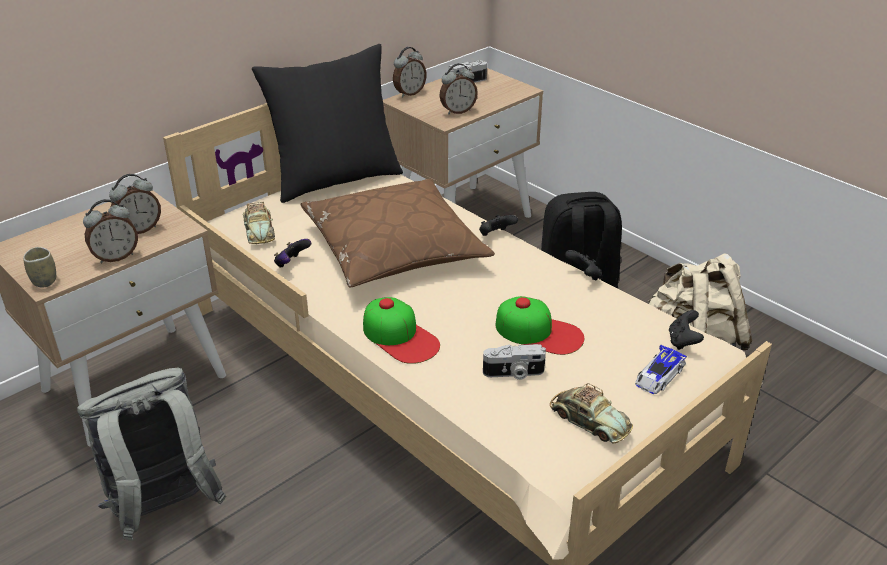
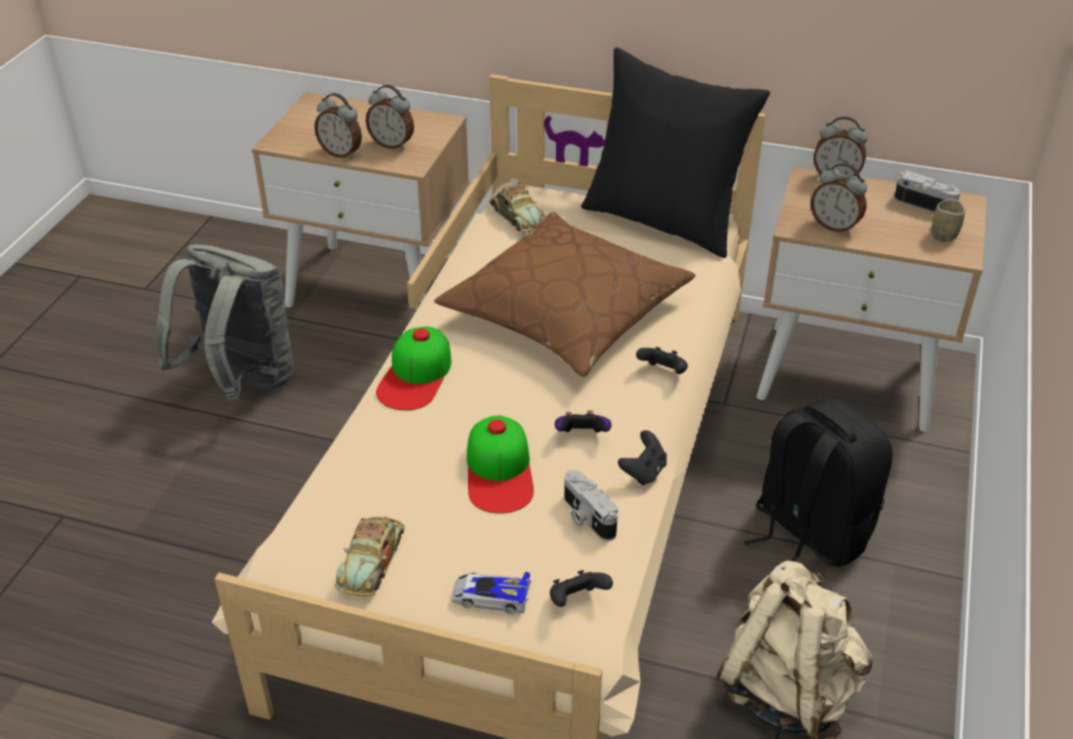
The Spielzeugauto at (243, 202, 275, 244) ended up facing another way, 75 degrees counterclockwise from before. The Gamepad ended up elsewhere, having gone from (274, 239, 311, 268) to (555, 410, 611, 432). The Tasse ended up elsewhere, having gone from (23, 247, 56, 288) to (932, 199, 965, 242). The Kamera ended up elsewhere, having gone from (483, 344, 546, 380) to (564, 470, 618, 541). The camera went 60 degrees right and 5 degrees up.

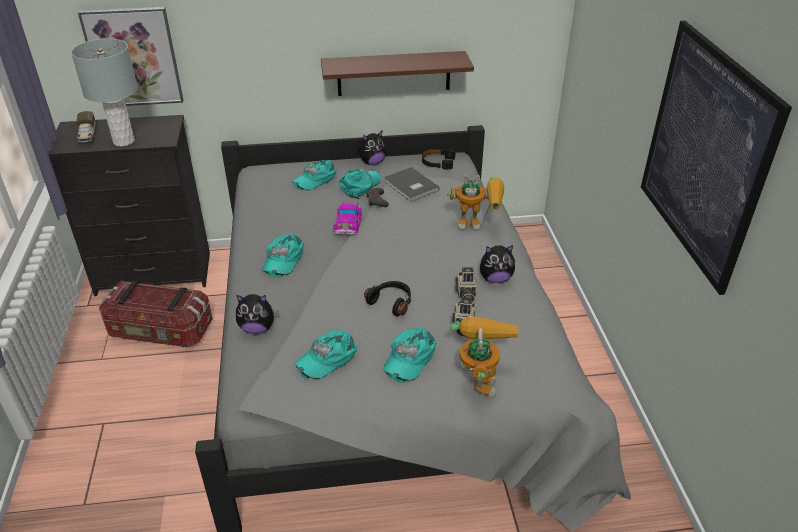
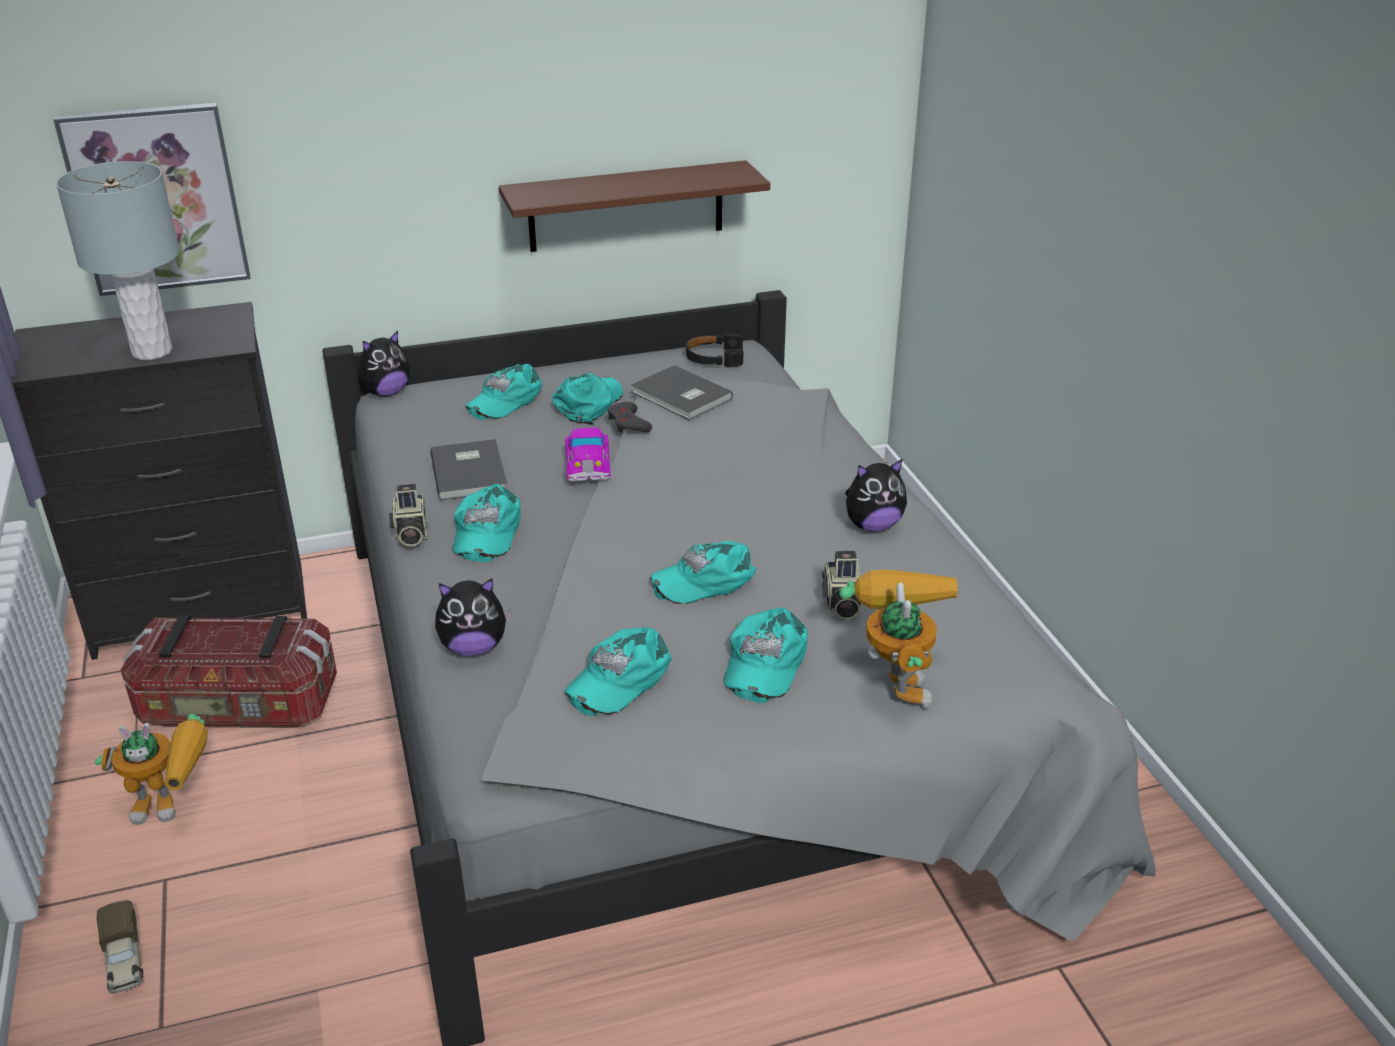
The second view lost the Bild at (641, 21, 792, 295). The Spielzeuglaster ended up elsewhere, having gone from (76, 111, 96, 143) to (96, 900, 143, 993). The Plüschtier ended up elsewhere, having gone from (358, 131, 387, 165) to (358, 331, 410, 397). The Spielzeugroboter ended up elsewhere, having gone from (447, 175, 504, 231) to (95, 714, 208, 825). The Kamera ended up elsewhere, having gone from (455, 267, 477, 303) to (389, 484, 427, 547). Where the Kopfhörer/schwarz stood at (364, 281, 411, 317), the Kappe/türkis came to stand at (650, 541, 756, 604). The second view gained the Buch/grau at (430, 439, 507, 500). The camera went 10 degrees left and 5 degrees down.

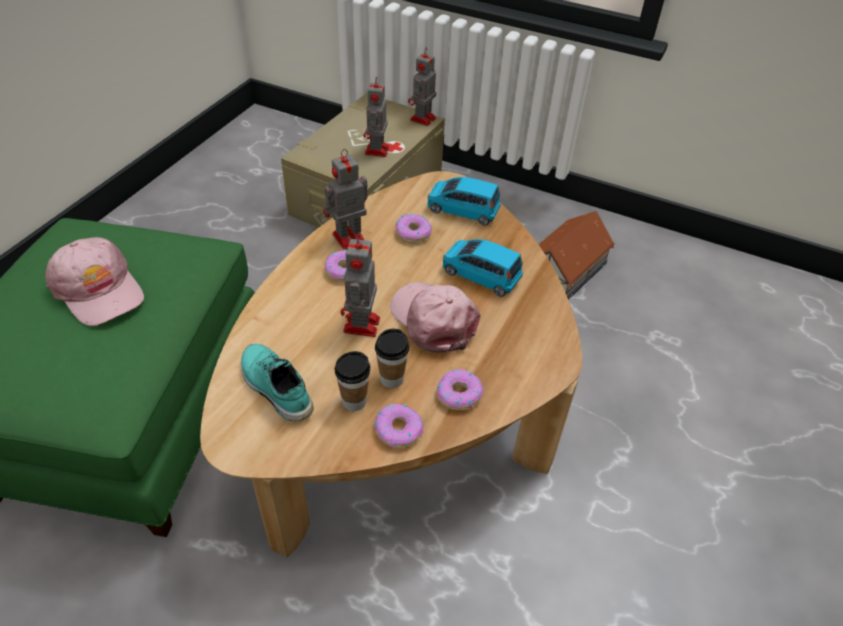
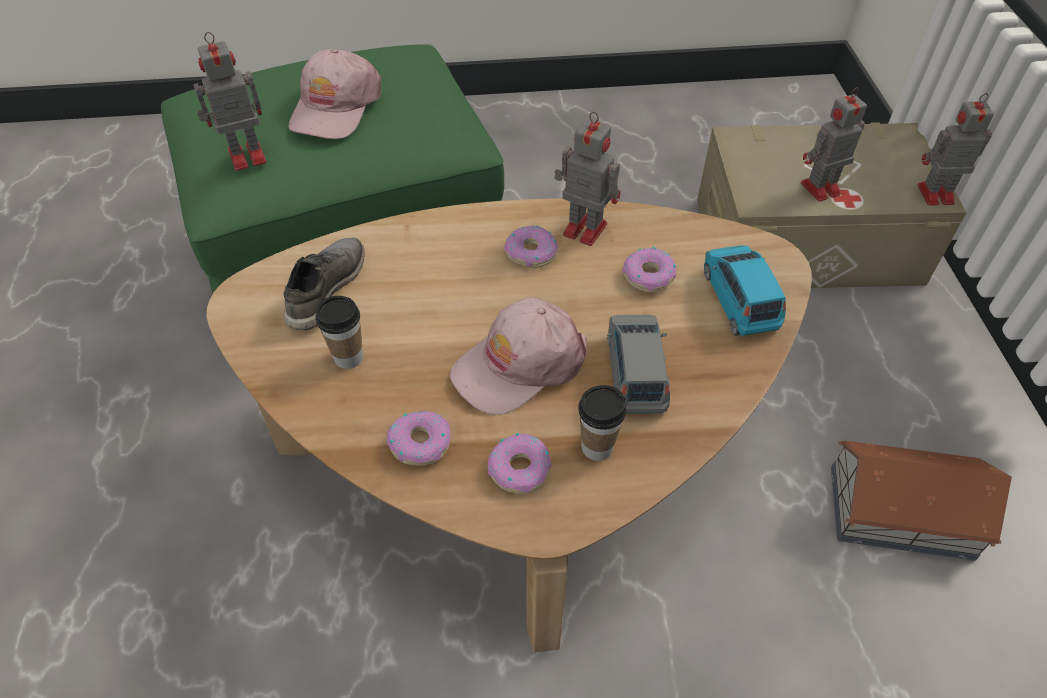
The Spielzeugroboter ended up elsewhere, having gone from (340, 234, 380, 337) to (193, 32, 267, 171). What was the Spielzeugauto/blau at (443, 239, 523, 297) turned into the Spielzeugauto/grau at (607, 314, 670, 414). The Kappe/rosa at (390, 282, 480, 353) ended up facing another way, 150 degrees counterclockwise from before. The Tasse ended up elsewhere, having gone from (375, 329, 409, 388) to (578, 385, 627, 461). What was the Schuh/türkis at (241, 344, 314, 421) turned into the Schuh/grau at (284, 237, 365, 330). The Donut ended up elsewhere, having gone from (374, 404, 424, 448) to (488, 433, 552, 494). The camera went 60 degrees right and 5 degrees up.

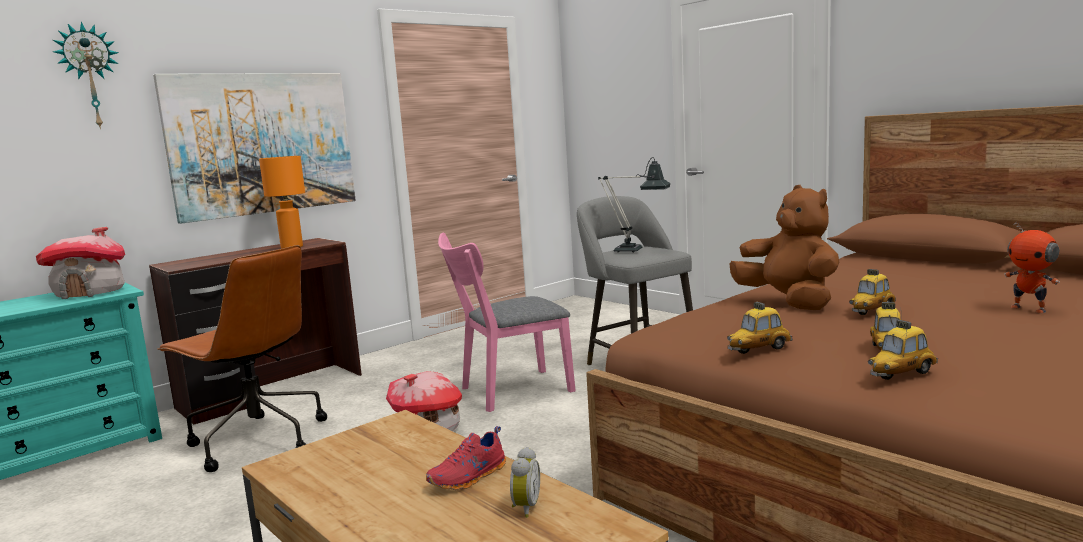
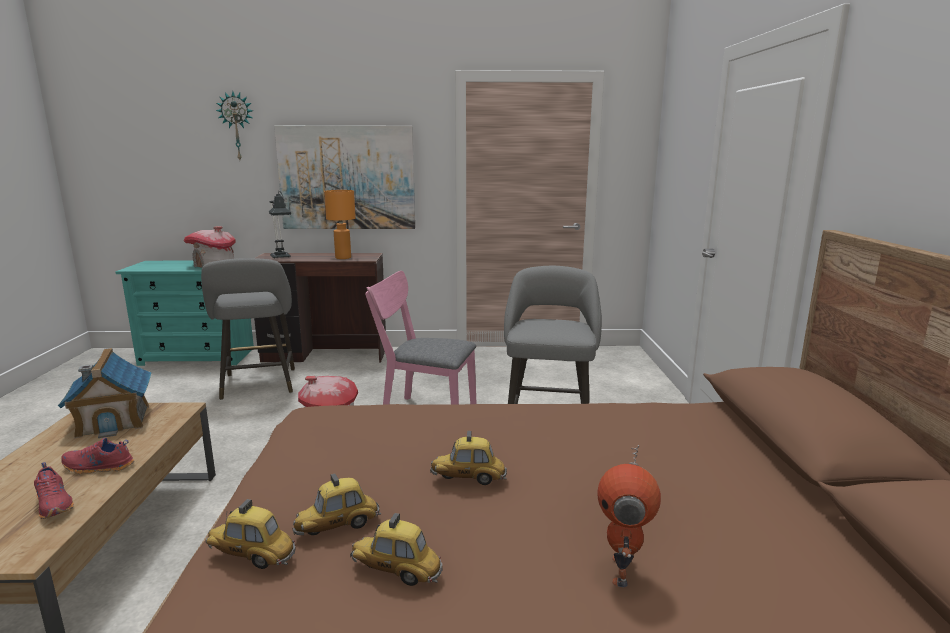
The Tischlampe ended up elsewhere, having gone from (598, 157, 671, 253) to (269, 191, 291, 259). The second view lost the Plüschtier/braun at (730, 185, 839, 310). Where the Bürostuhl/braun stood at (157, 245, 327, 472), the Hocker/grau came to stand at (201, 258, 295, 400). The Spielzeugauto ended up elsewhere, having gone from (727, 302, 793, 354) to (350, 513, 443, 586). Where the Wecker stood at (510, 447, 540, 518), the Schuh/rot came to stand at (34, 462, 74, 519). The second view gained the Spielzeughaus at (58, 348, 152, 438). The camera went 40 degrees right and 5 degrees up.

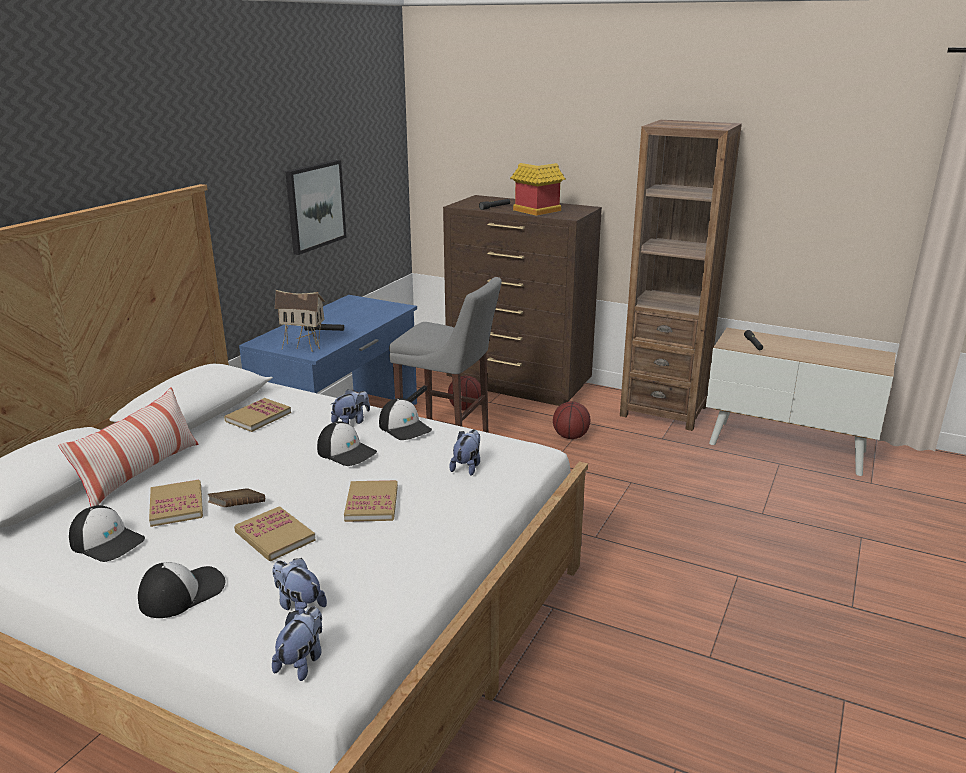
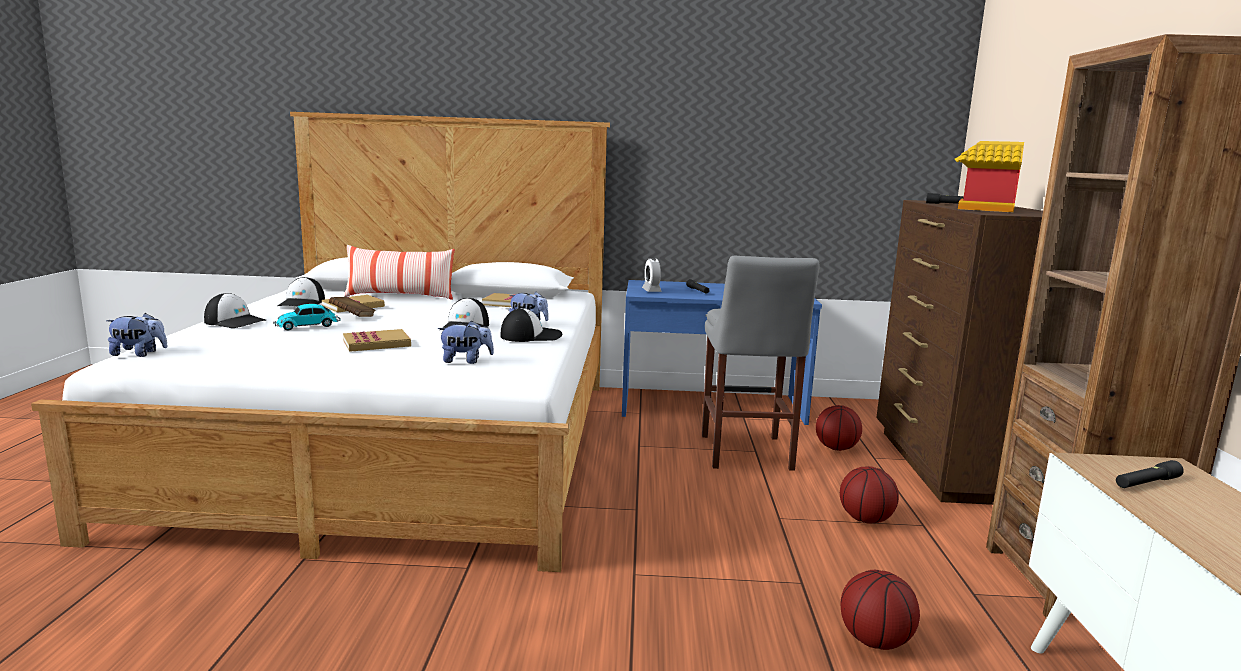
The second view lost the Bild at (285, 160, 347, 255). Where the Spielzeughaus stood at (275, 290, 325, 352), the Wecker came to stand at (642, 258, 662, 292). The Kappe at (379, 398, 432, 440) ended up facing another way, 135 degrees counterclockwise from before. Where the Buch stood at (234, 506, 316, 562), the Spielzeugauto came to stand at (273, 304, 341, 330). The second view lost the Plüschtier at (272, 558, 327, 614). The second view gained the Basketball at (840, 570, 920, 650). The camera went 65 degrees right and 10 degrees down.

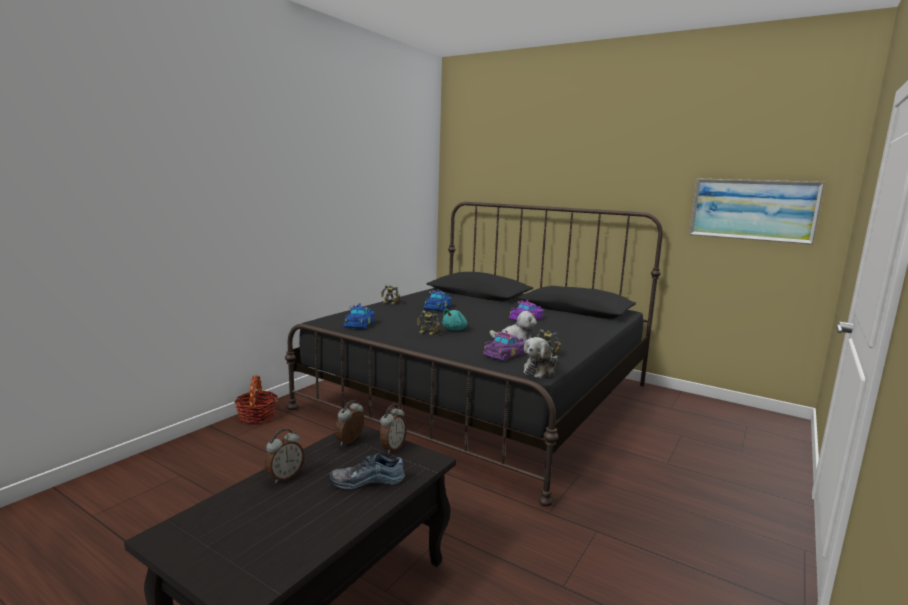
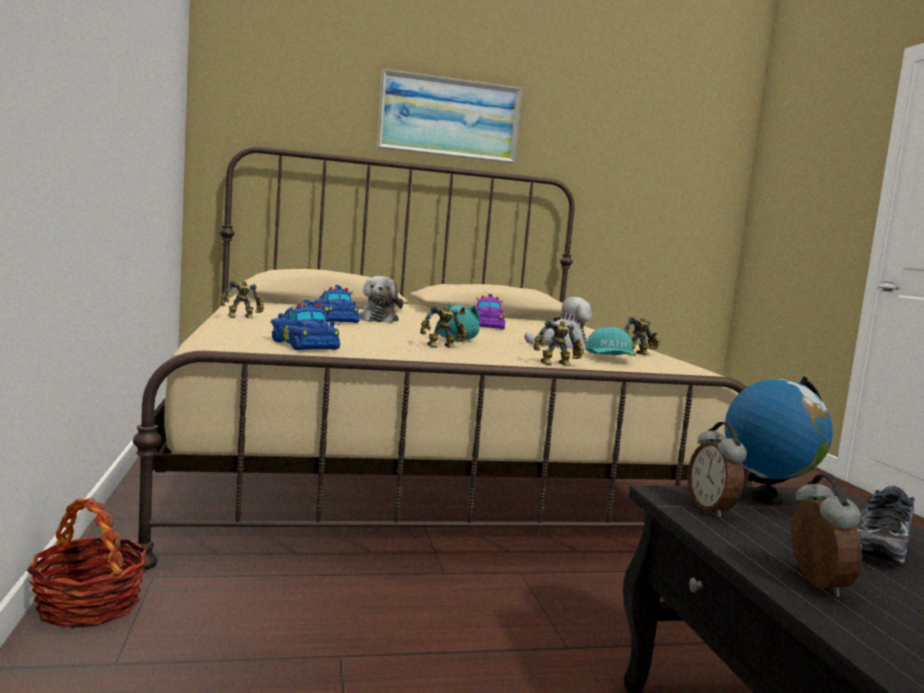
The Bild ended up elsewhere, having gone from (689, 178, 825, 245) to (377, 69, 522, 164). What was the Bett/schwarz at (285, 202, 663, 506) turned into the Bett/beige at (131, 147, 752, 570). Where the Spielzeugauto/lila stood at (483, 330, 525, 362), the Kappe/türkis came to stand at (585, 327, 634, 356). The Plüschtier ended up elsewhere, having gone from (523, 337, 558, 379) to (359, 276, 403, 323). Where the Wecker stood at (380, 405, 407, 453), the Globus came to stand at (725, 376, 833, 505). The second view gained the Spielzeugroboter at (533, 320, 584, 366). The camera went 45 degrees left and 5 degrees down.

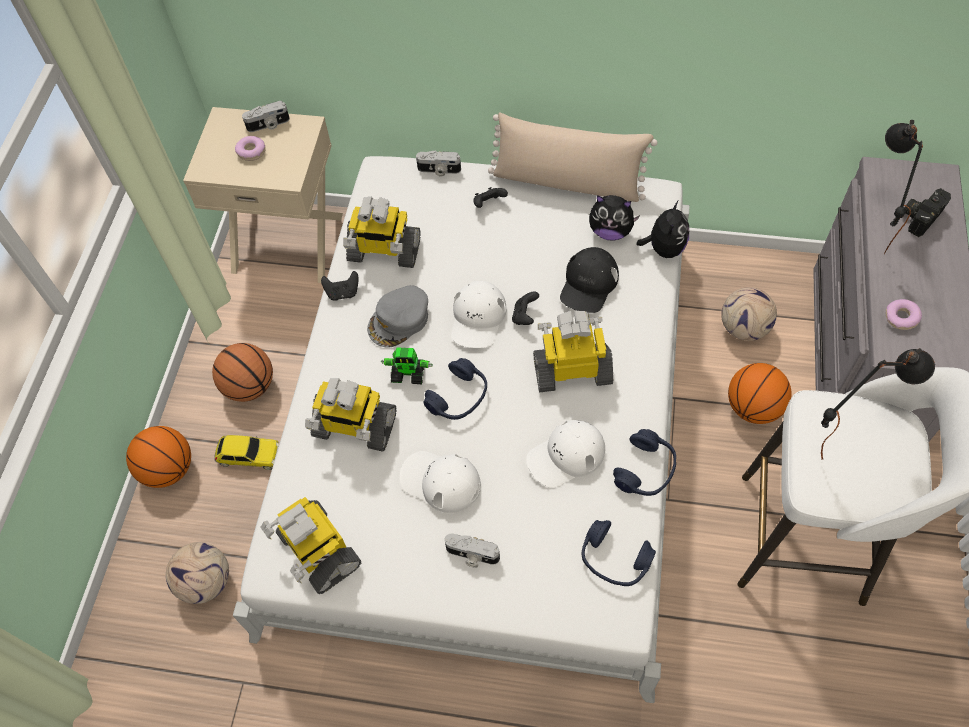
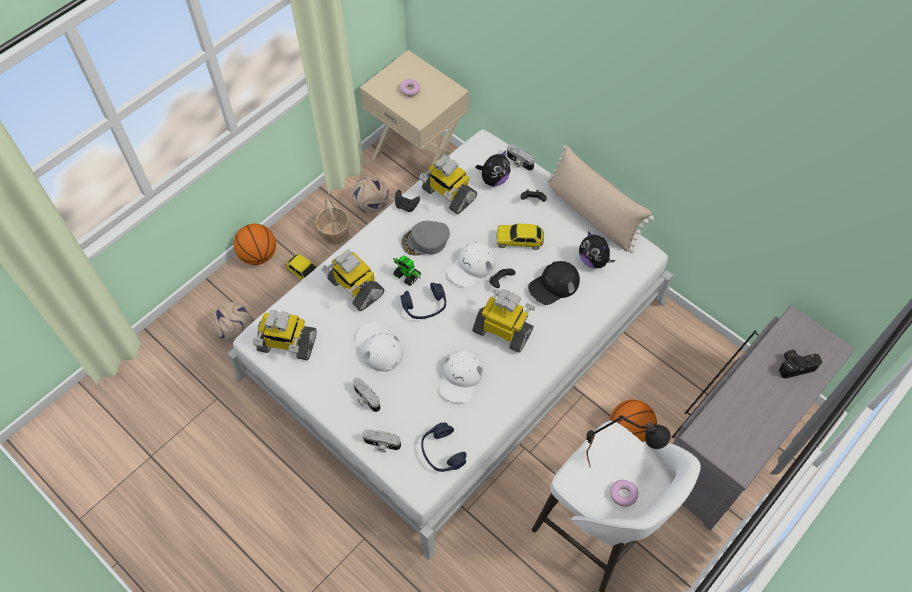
The Kamera ended up elsewhere, having gone from (242, 101, 290, 132) to (362, 429, 401, 452). The second view lost the Tischlampe/schwarz at (884, 120, 923, 254). The Plüschtier ended up elsewhere, having gone from (637, 200, 689, 258) to (476, 151, 511, 187). The Fußball ended up elsewhere, having gone from (721, 287, 777, 341) to (352, 176, 389, 213). The Donut ended up elsewhere, having gone from (886, 299, 922, 330) to (610, 480, 639, 507). Where the Basketball stood at (212, 343, 273, 402), the Korb came to stand at (316, 198, 350, 245). The Kappe/weiß at (527, 420, 605, 488) ended up facing another way, 75 degrees counterclockwise from before. The second view lost the Kopfhörer/blau at (613, 429, 676, 496). The Spielzeugroboter at (260, 497, 361, 594) ended up facing another way, 75 degrees counterclockwise from before. The second view gained the Spielzeugauto at (496, 223, 544, 250). The camera went 30 degrees right and 0 degrees up.

